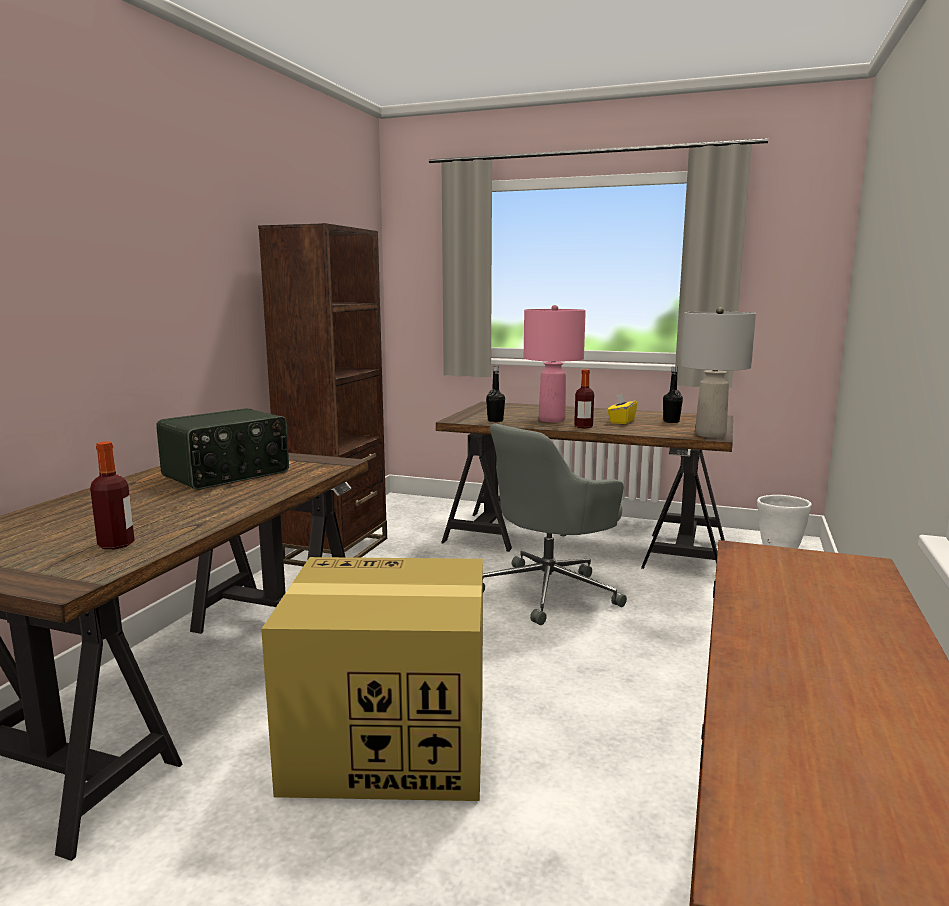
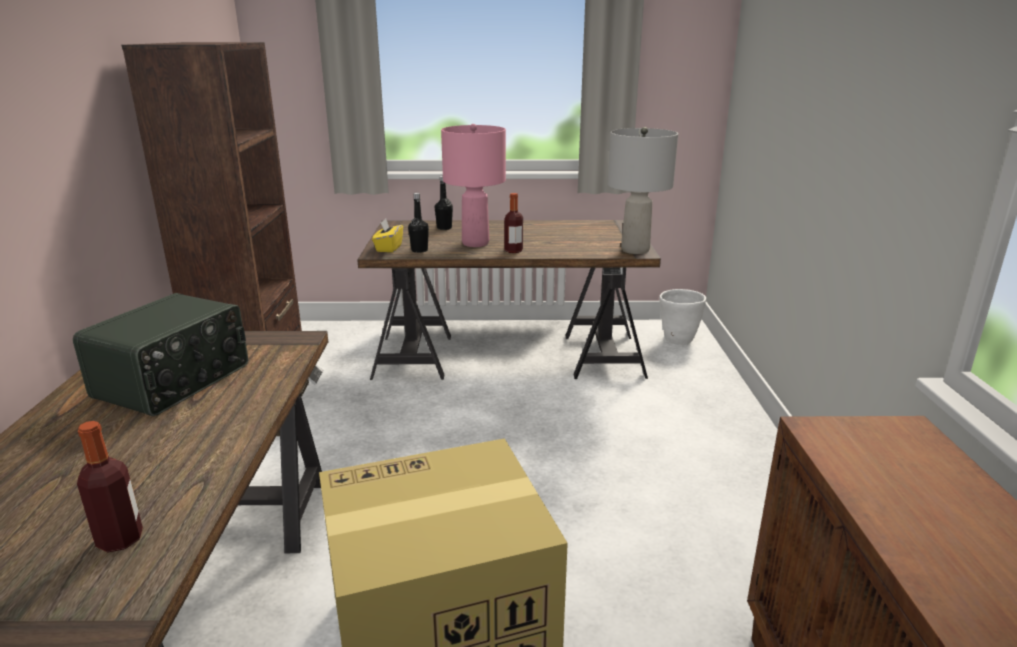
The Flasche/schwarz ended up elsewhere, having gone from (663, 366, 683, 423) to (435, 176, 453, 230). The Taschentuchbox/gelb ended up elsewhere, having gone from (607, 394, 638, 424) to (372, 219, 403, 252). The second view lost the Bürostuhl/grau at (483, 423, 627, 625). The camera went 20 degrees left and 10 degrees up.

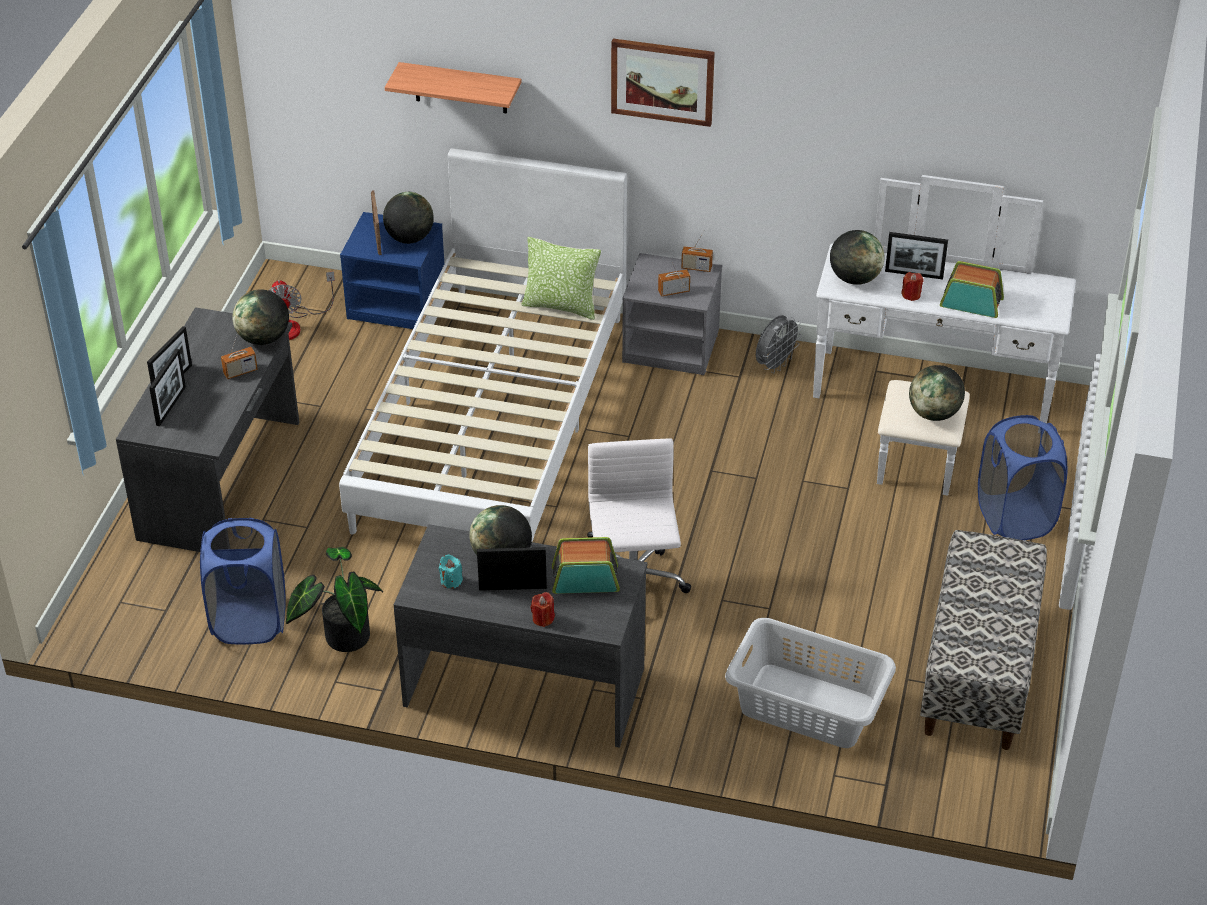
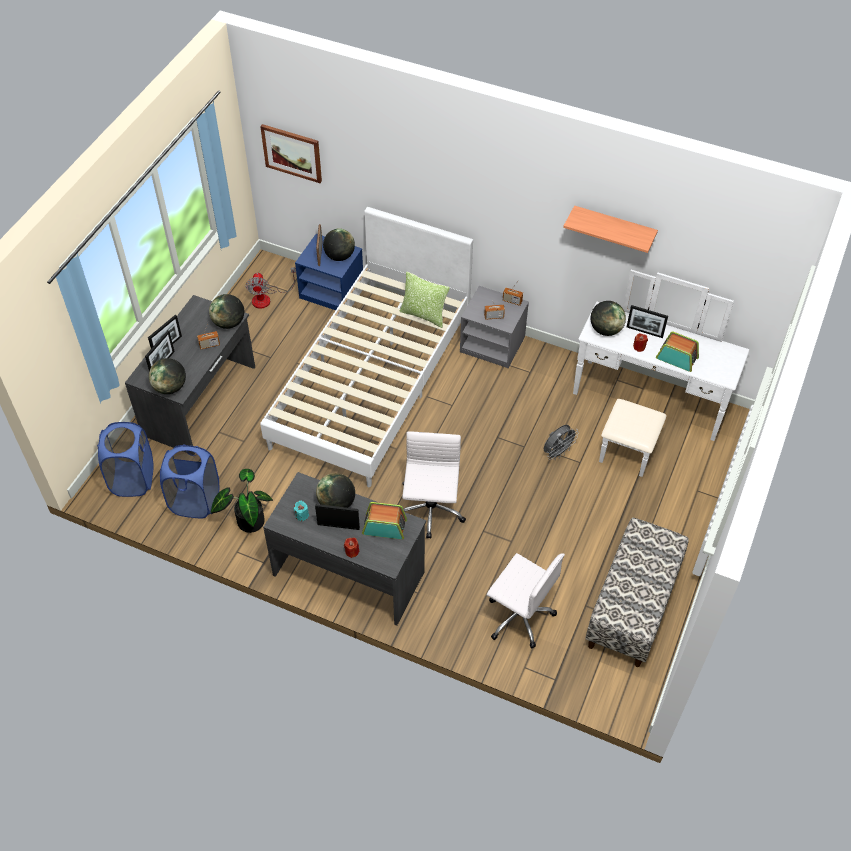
The Bild ended up elsewhere, having gone from (611, 39, 715, 127) to (260, 124, 322, 183). The Wandregal ended up elsewhere, having gone from (385, 62, 521, 114) to (563, 206, 658, 253). The Ventilator/grau ended up elsewhere, having gone from (756, 315, 802, 373) to (544, 425, 579, 460). The Globus ended up elsewhere, having gone from (909, 365, 965, 421) to (149, 358, 186, 394). The Wäschekorb/blau ended up elsewhere, having gone from (978, 415, 1067, 540) to (97, 422, 154, 497). Where the Wäschekorb/grau stood at (725, 618, 896, 748), the Bürostuhl/weiß came to stand at (487, 553, 565, 648). The camera went 10 degrees right and 10 degrees up.

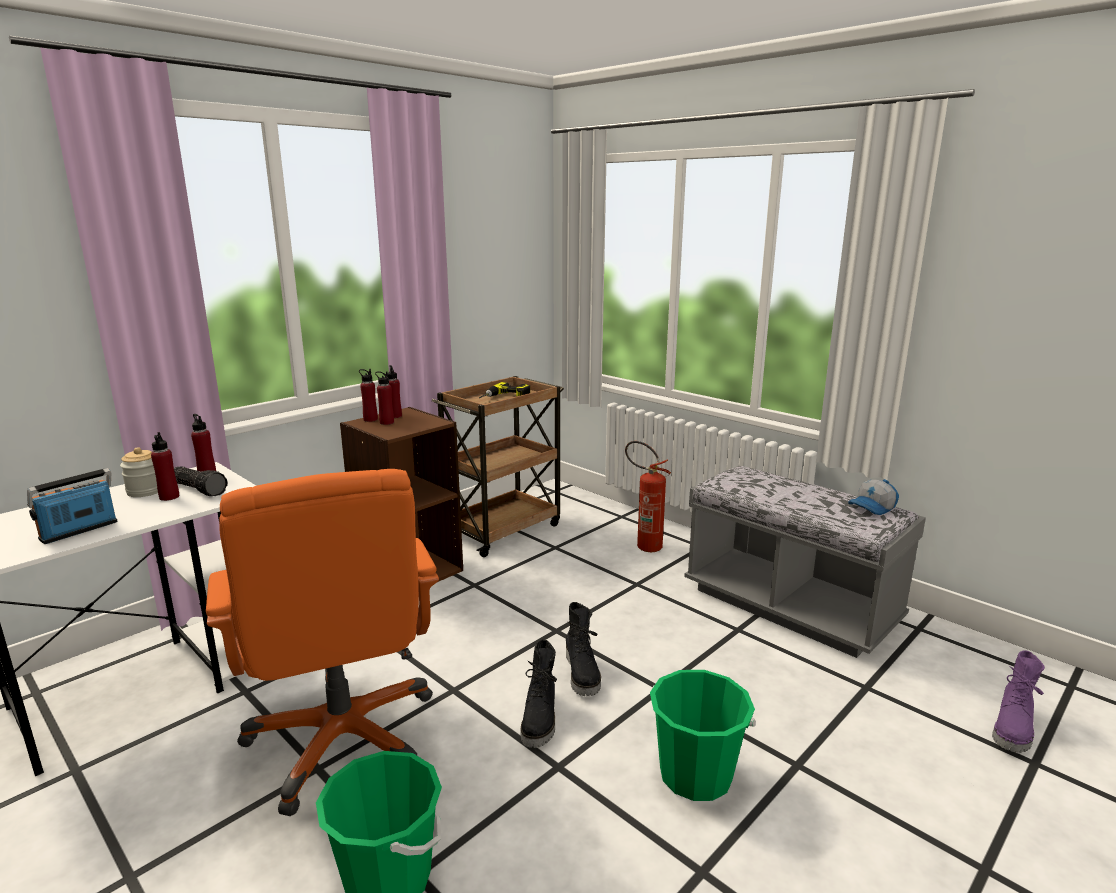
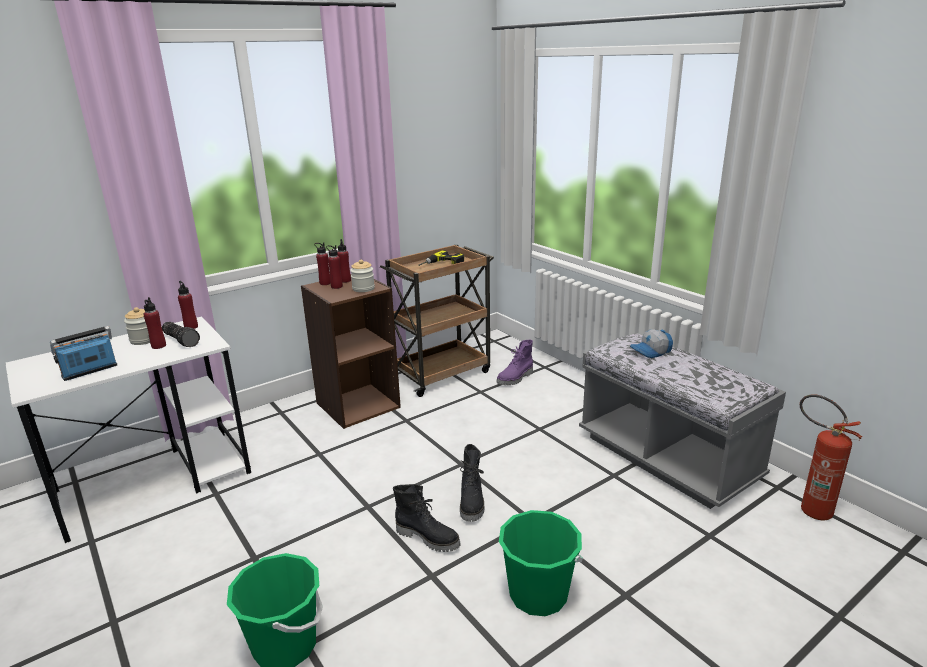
The Feuerlöscher ended up elsewhere, having gone from (625, 441, 671, 552) to (800, 394, 862, 520). The second view lost the Bürostuhl/orange at (206, 469, 439, 816). The Kappe ended up elsewhere, having gone from (848, 479, 899, 515) to (630, 329, 673, 358). The Stiefel/schwarz at (521, 639, 557, 748) ended up facing another way, 75 degrees counterclockwise from before. The Stiefel/lila ended up elsewhere, having gone from (992, 650, 1045, 753) to (496, 340, 533, 385). The second view gained the Vorratsglas at (350, 259, 375, 292). The camera went 10 degrees right and 5 degrees up.

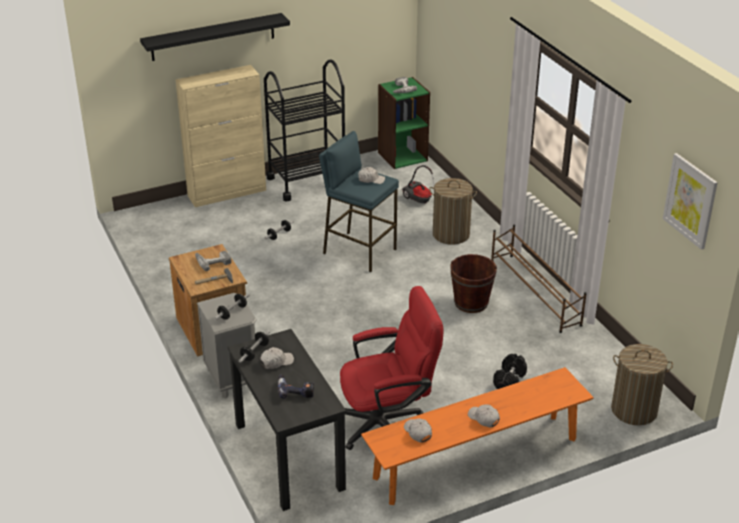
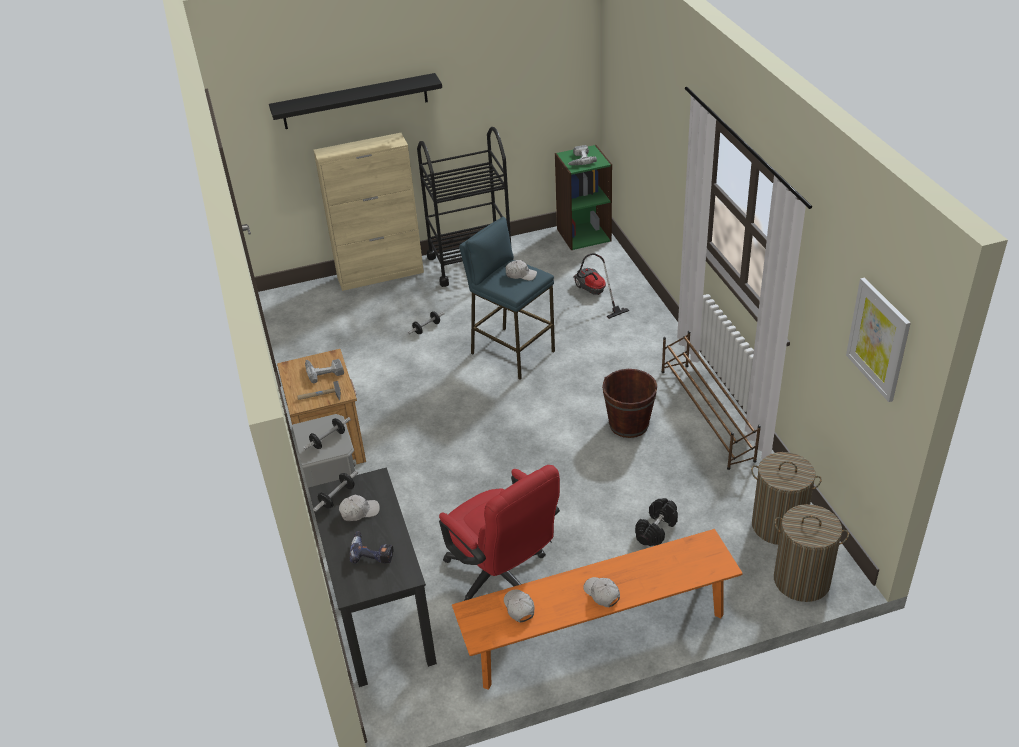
The Wäschekorb ended up elsewhere, having gone from (429, 178, 477, 245) to (751, 452, 822, 545). The Bürostuhl/rot at (340, 286, 444, 450) ended up facing another way, 60 degrees clockwise from before. The camera went 10 degrees right and 5 degrees up.

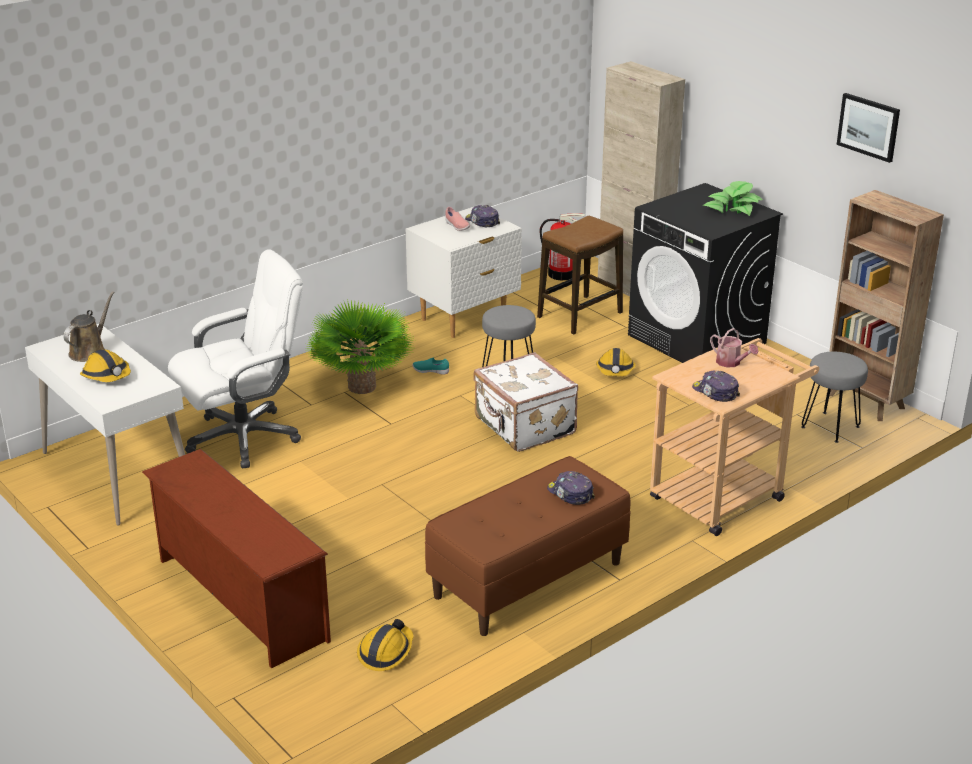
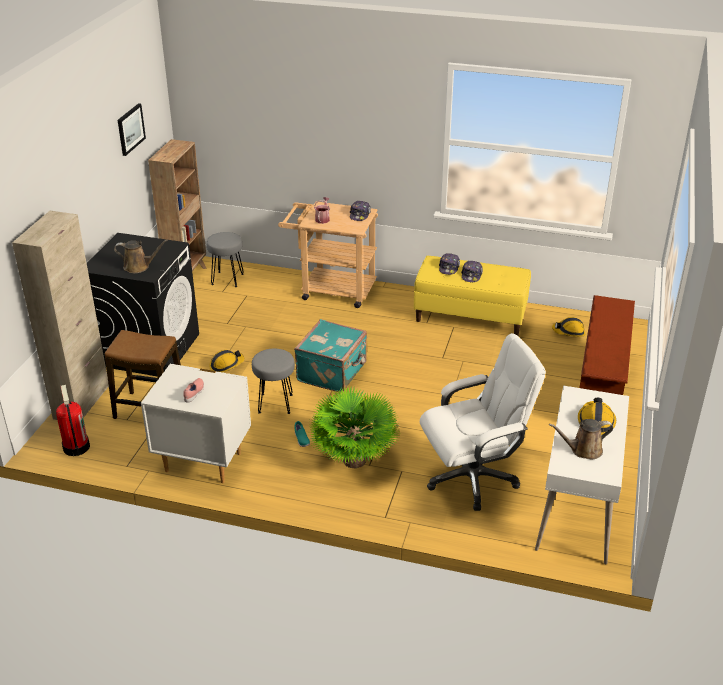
The second view lost the Topfpflanze at (703, 181, 763, 216). The Kappe ended up elsewhere, having gone from (465, 205, 500, 227) to (461, 261, 483, 282). The Bürostuhl/weiß at (168, 249, 303, 468) ended up facing another way, 135 degrees clockwise from before. What was the Koffer/weiß at (473, 352, 578, 452) turned into the Koffer/türkis at (294, 319, 367, 392). What was the Bank/braun at (425, 456, 631, 636) turned into the Bank/gelb at (414, 256, 531, 336). The second view gained the Gießkanne/braun at (114, 239, 168, 273). The camera went 125 degrees left and 5 degrees up.

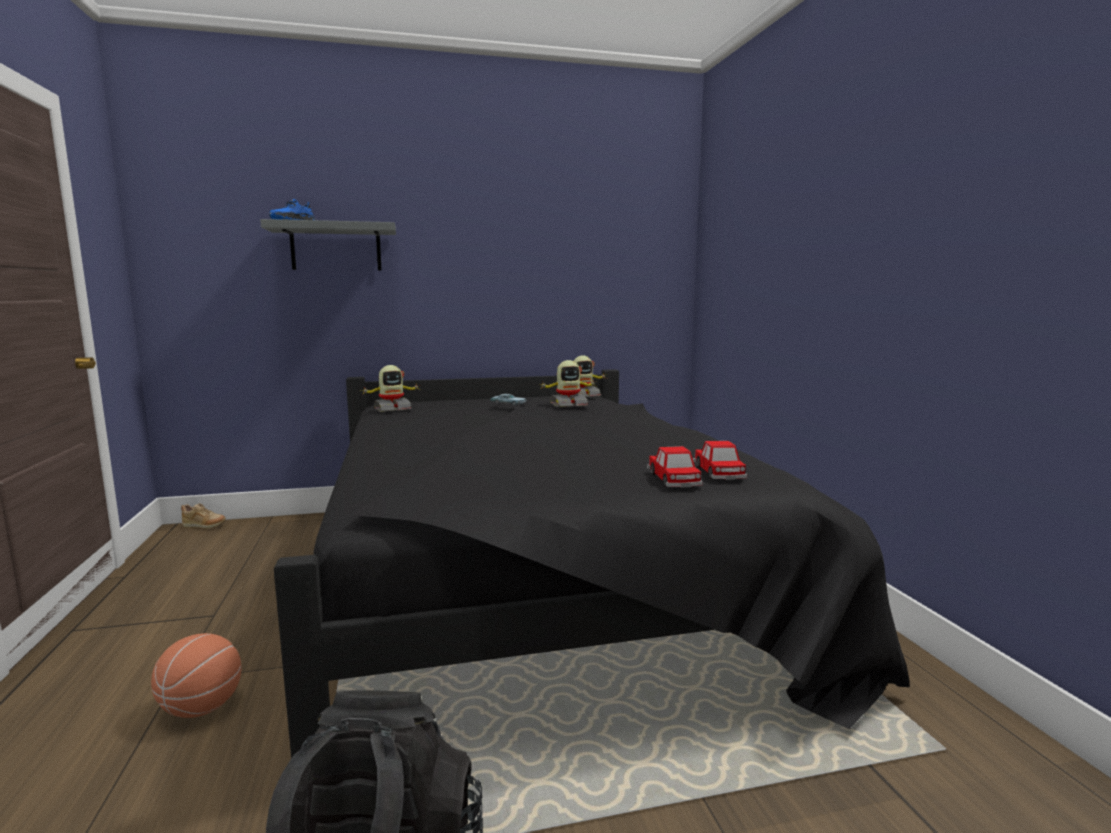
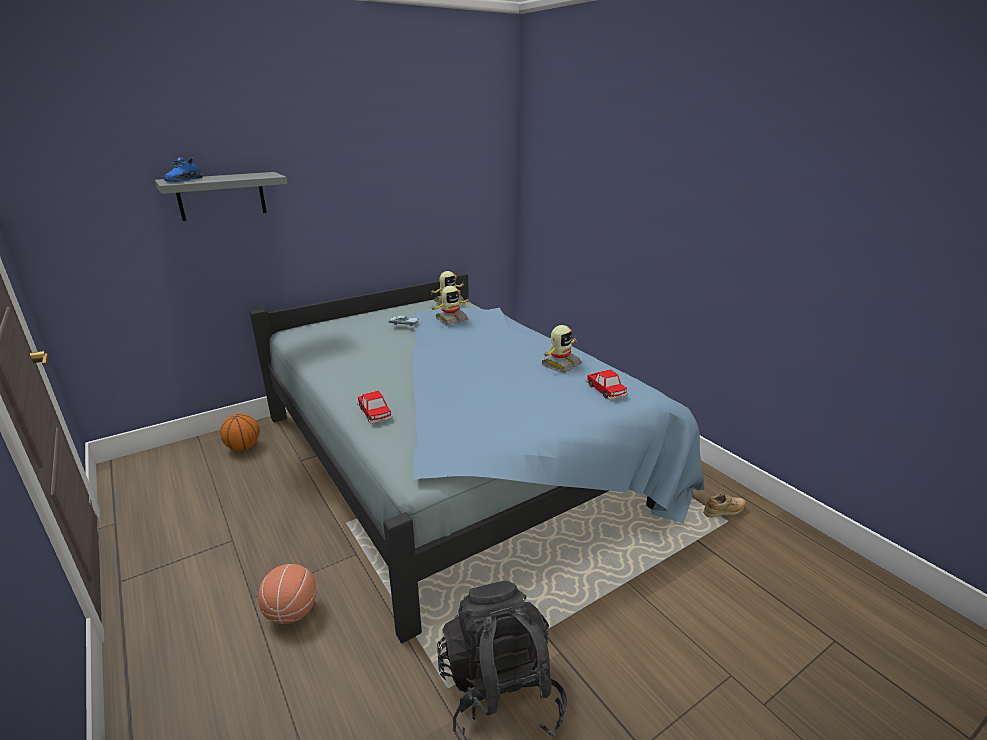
The Spielzeugroboter ended up elsewhere, having gone from (362, 365, 420, 412) to (542, 325, 582, 372). What was the Bett/schwarz at (274, 369, 910, 758) turned into the Bett/blau at (249, 273, 704, 643). The Spielzeugauto ended up elsewhere, having gone from (647, 446, 703, 487) to (357, 390, 392, 424). The Schuh/beige ended up elsewhere, having gone from (181, 504, 226, 528) to (703, 492, 746, 518). The second view gained the Basketball at (220, 414, 260, 451). The camera went 20 degrees left and 15 degrees up.

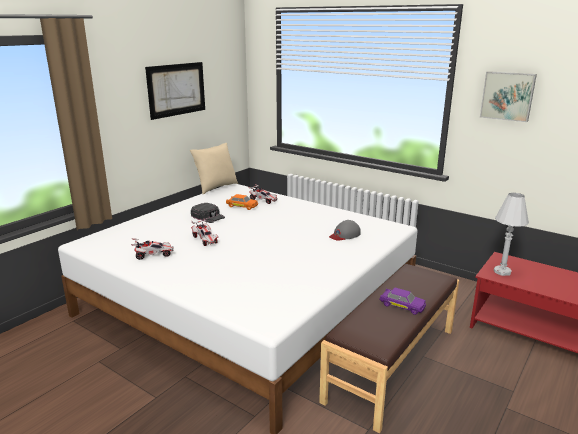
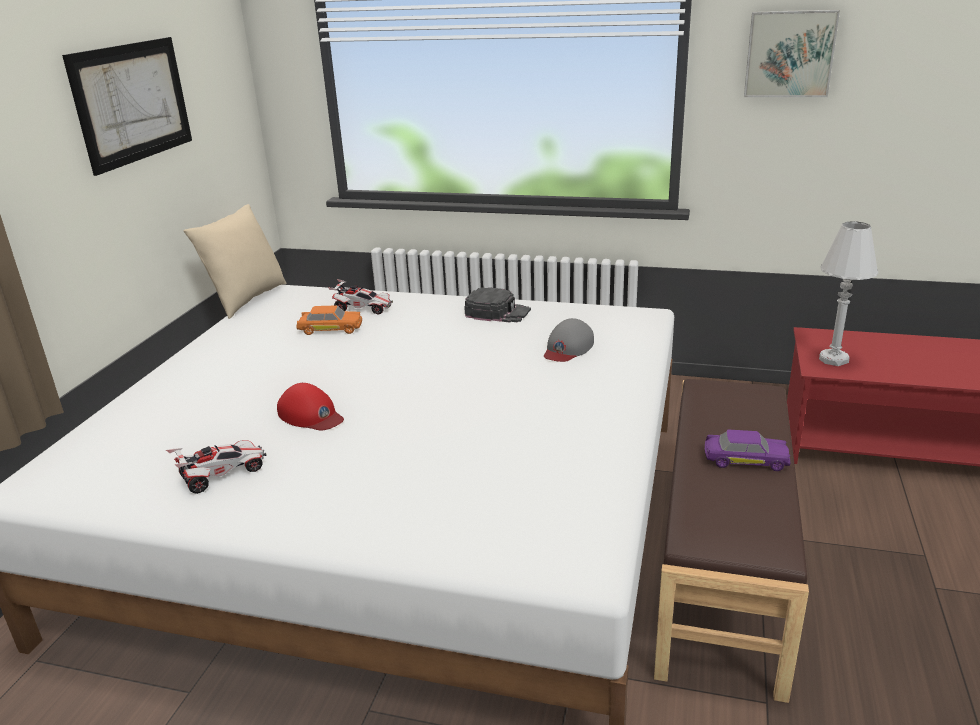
The Kappe/schwarz ended up elsewhere, having gone from (191, 203, 225, 223) to (464, 287, 531, 323). Where the Spielzeugauto stood at (191, 219, 218, 246), the Kappe/rot came to stand at (277, 383, 344, 430). The camera went 20 degrees left and 5 degrees up.

